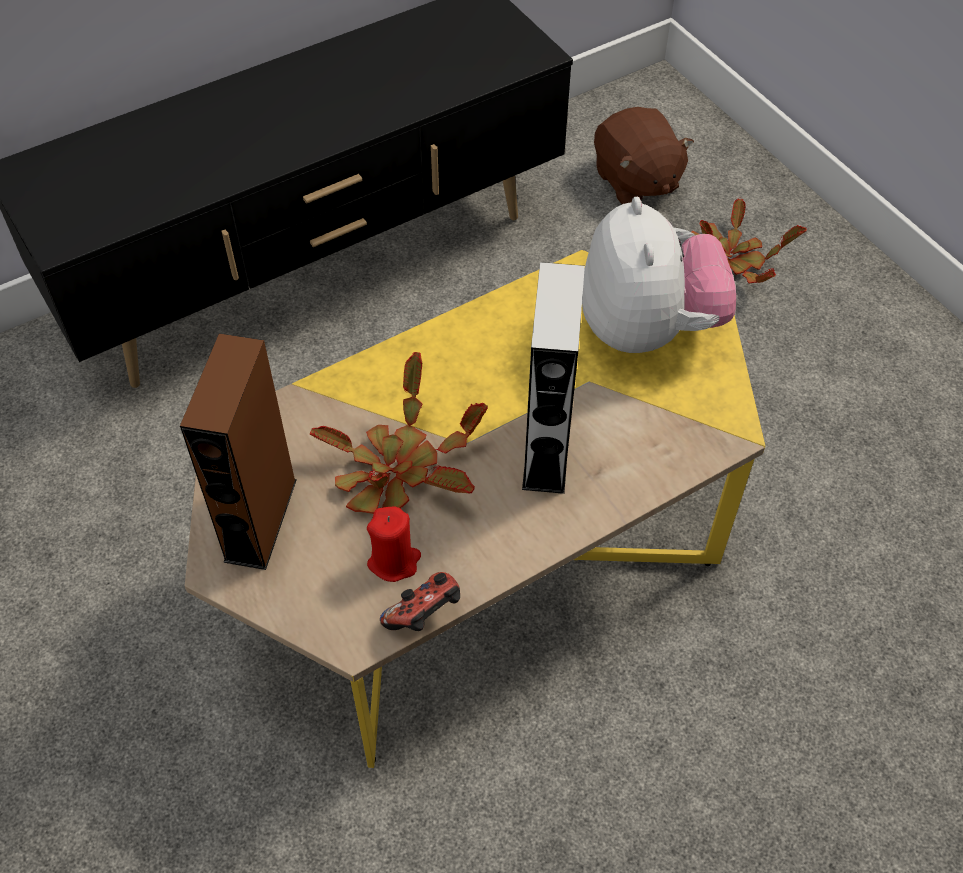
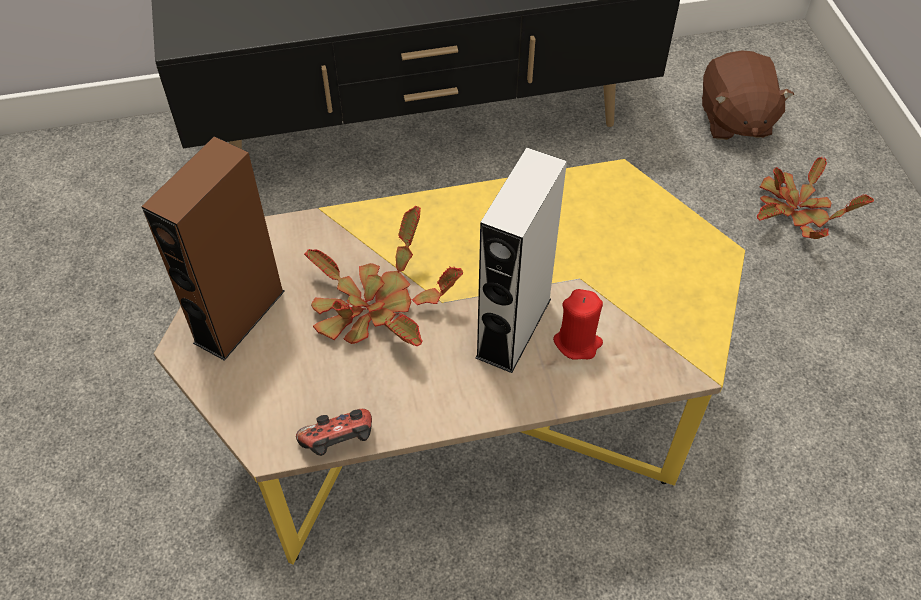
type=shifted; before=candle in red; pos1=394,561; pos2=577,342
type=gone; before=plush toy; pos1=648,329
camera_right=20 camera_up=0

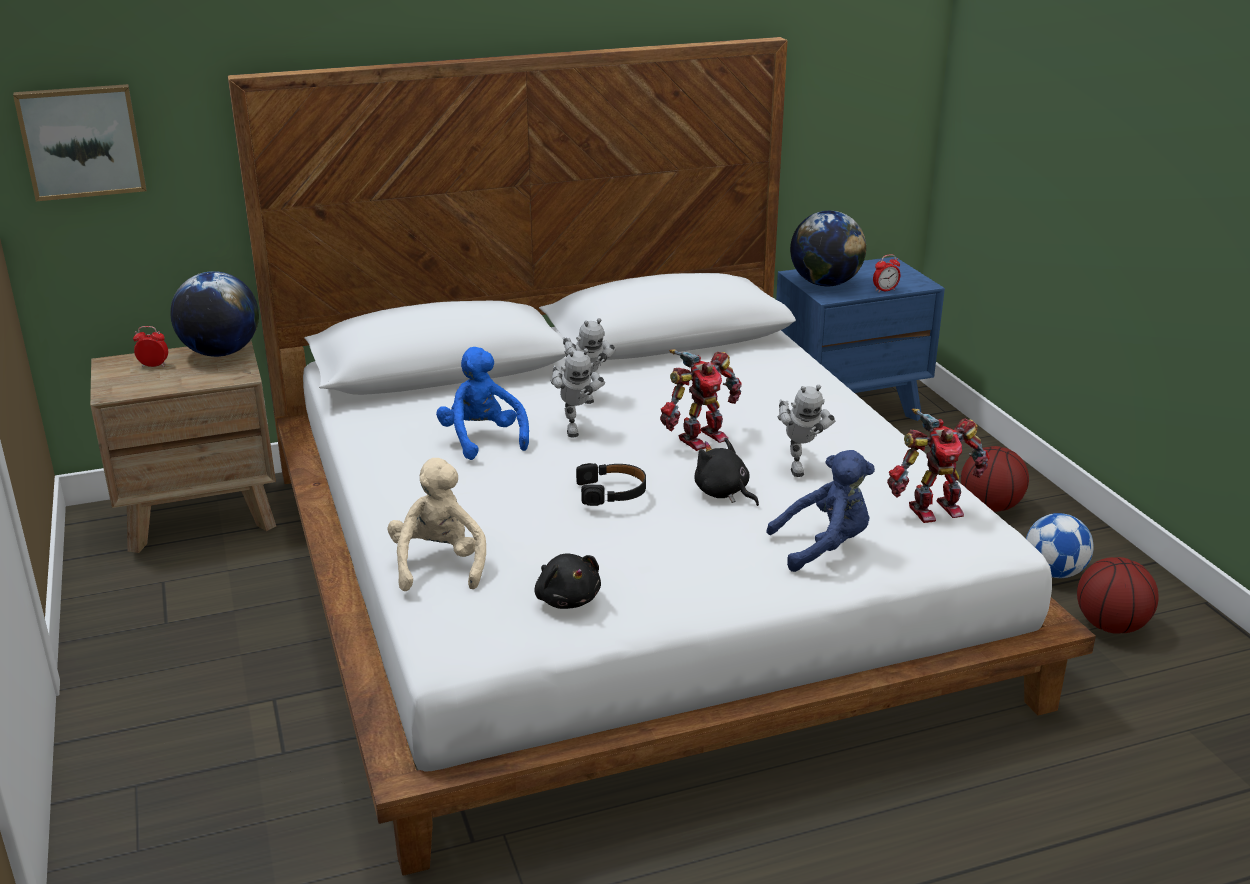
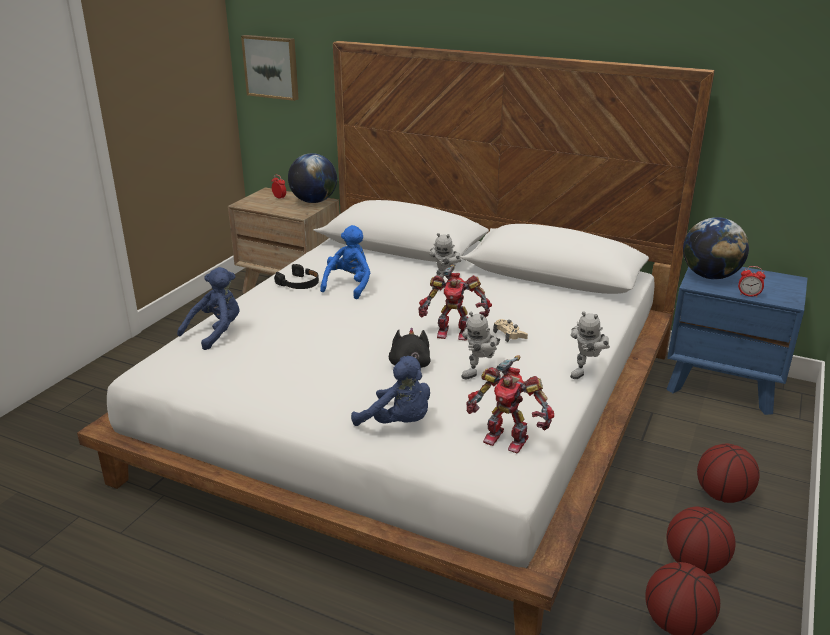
type=repainted; before=plush toy in beige; after=plush toy in blue; pos1=439,565; pos2=216,333
type=shifted; before=headphones in black; pos1=612,492; pos2=299,283
type=new; after=game controller in beige; pos2=509,334
type=shifted; before=toy robot; pos1=575,426; pos2=586,372
type=swapped; before=football; after=basketball; pos1=1054,572; pos2=695,563
type=gone; before=plush toy in black; pos1=567,599
camera_right=45 camera_up=0

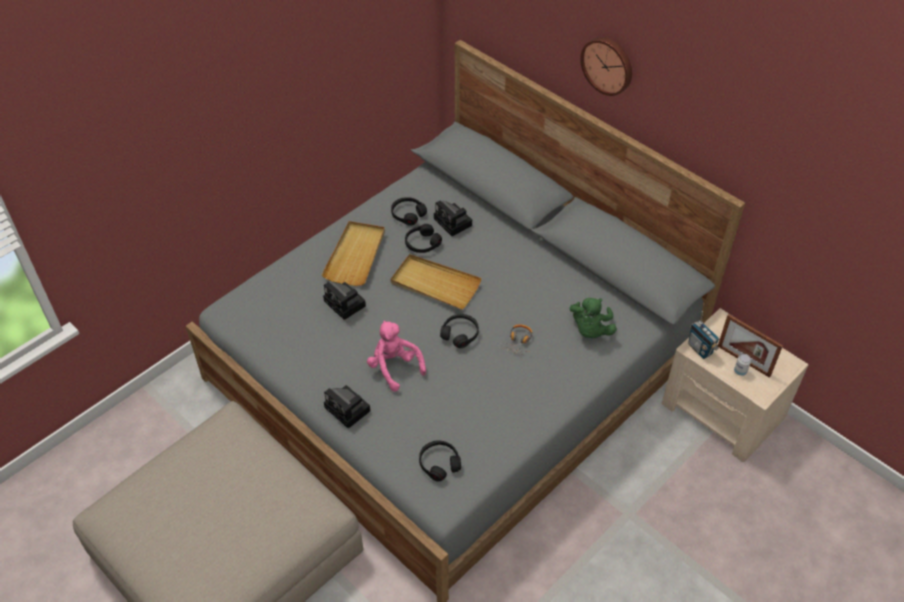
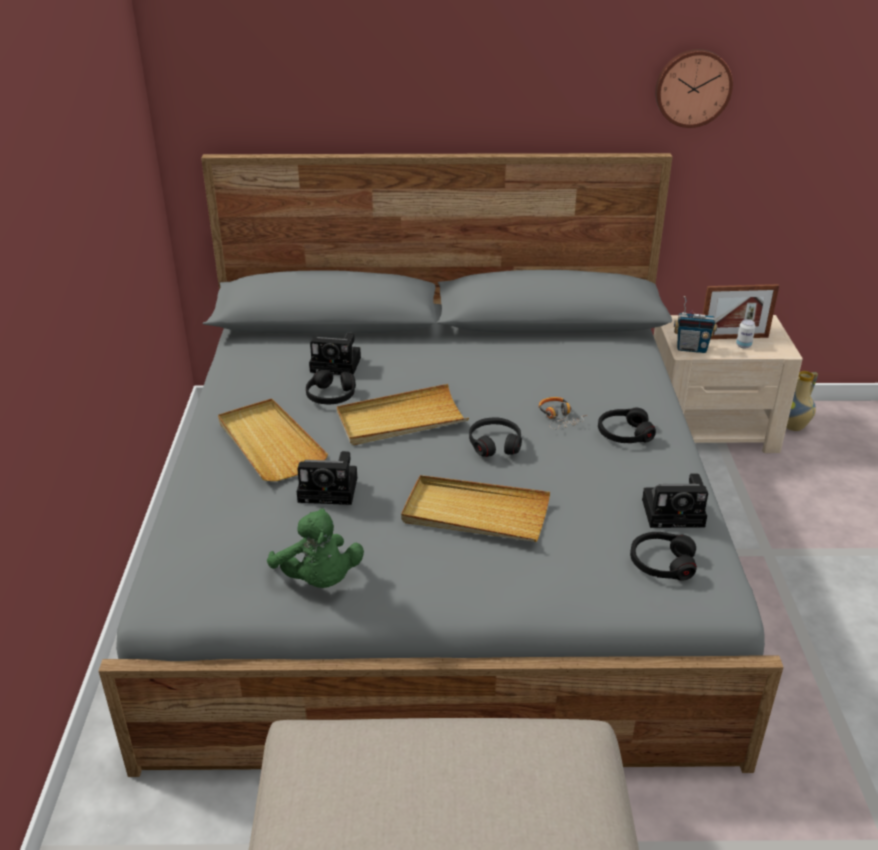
type=shifted; before=plush toy in green; pos1=590,330; pos2=318,580
type=swapped; before=plush toy in pink; after=tray in beige; pos1=394,367; pos2=475,513
type=shifted; before=headphones in black; pos1=408,214; pos2=624,434
type=shifted; before=photo camera; pos1=349,410; pos2=675,512
type=shifted; before=wall clock; pos1=608,65; pos2=692,87
type=new; after=vase; pos2=793,427
camera_right=-45 camera_up=-15

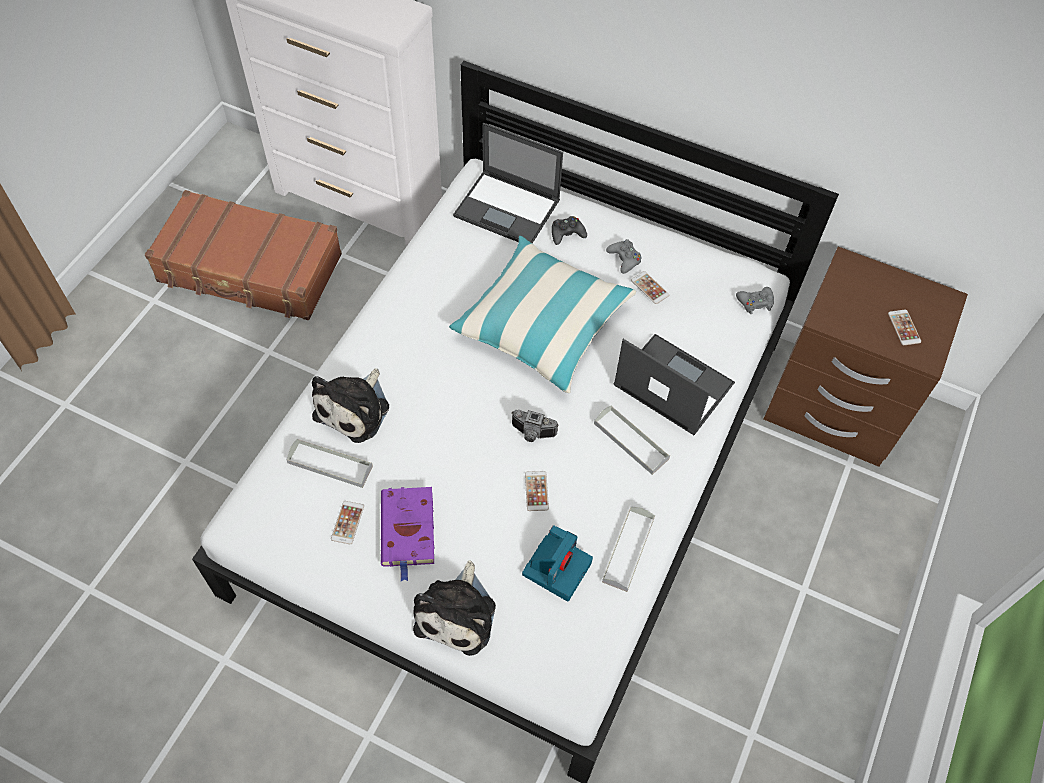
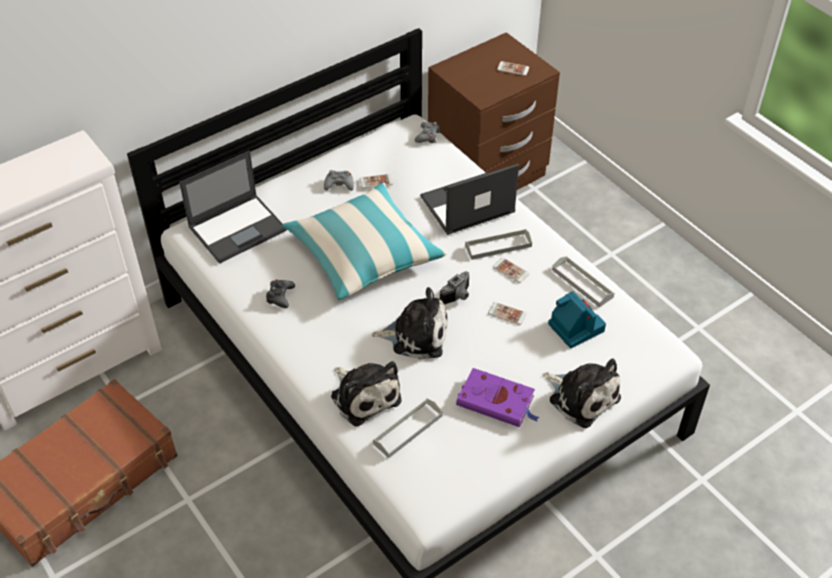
type=shifted; before=game controller in black; pos1=567,233; pos2=280,296
type=new; after=plush toy; pos2=416,335
type=shifted; before=phone; pos1=347,522; pos2=511,270
camera_right=-60 camera_up=-10

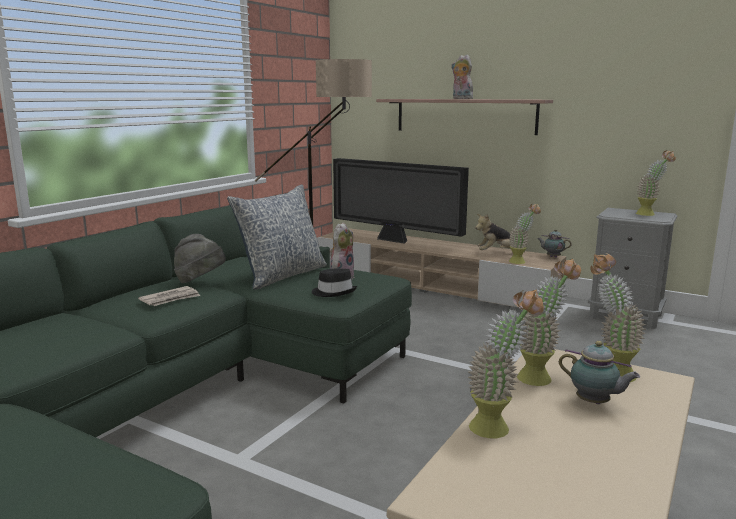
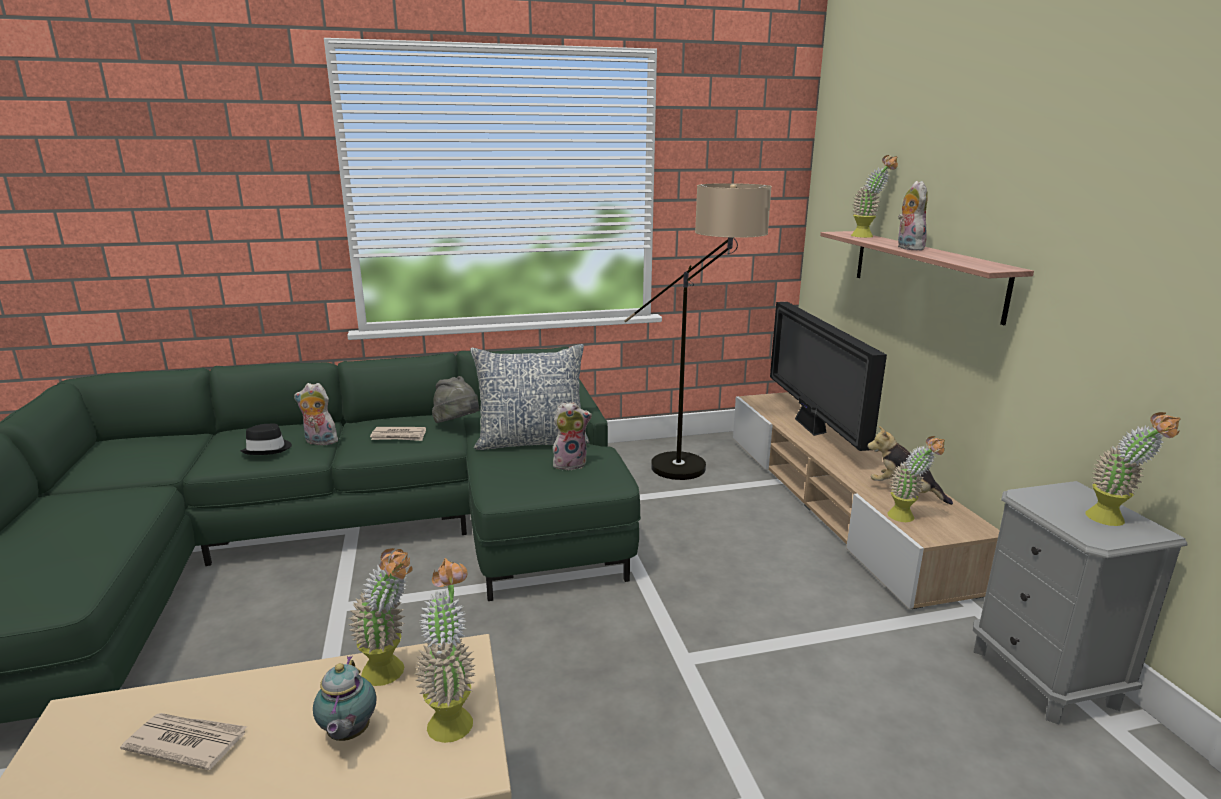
type=new; after=newspaper; pos2=186,742
type=shifted; before=hat in black; pos1=334,292; pos2=268,449
type=new; after=plush toy; pos2=319,442
type=shifted; before=potted plant; pos1=498,426; pos2=868,236
type=gone; before=teapot; pos1=552,257
camera_right=45 camera_up=5

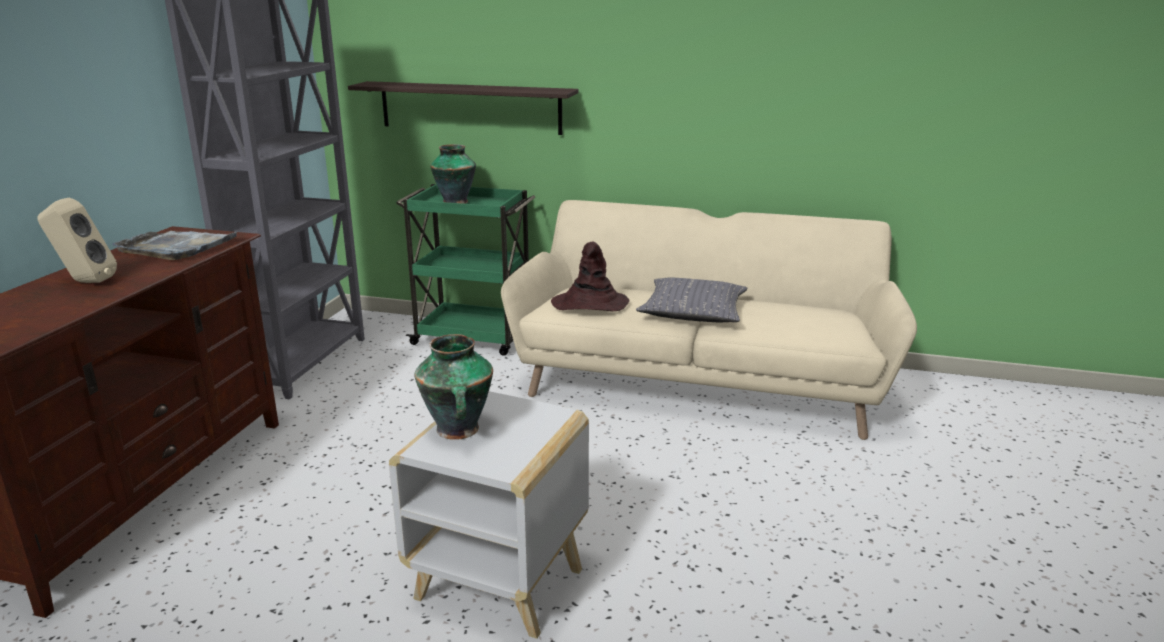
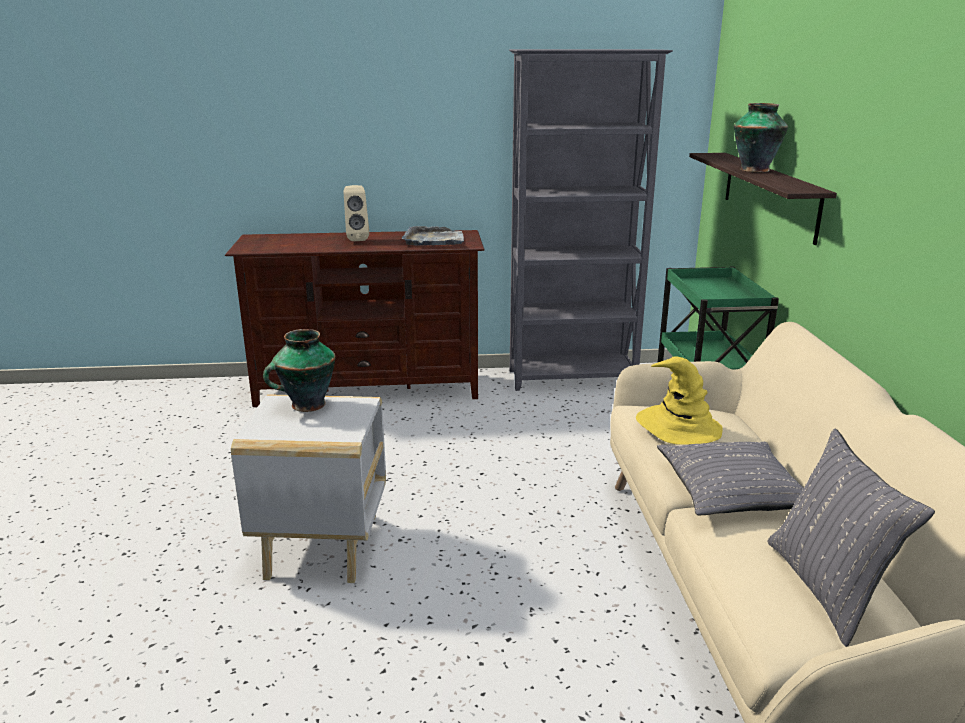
type=repainted; before=hat in brown; after=hat in yellow; pos1=590,304; pos2=677,427
type=shifted; before=vase; pos1=454,202; pos2=755,170
type=new; after=pillow in grey; pos2=827,588
camera_right=70 camera_up=0

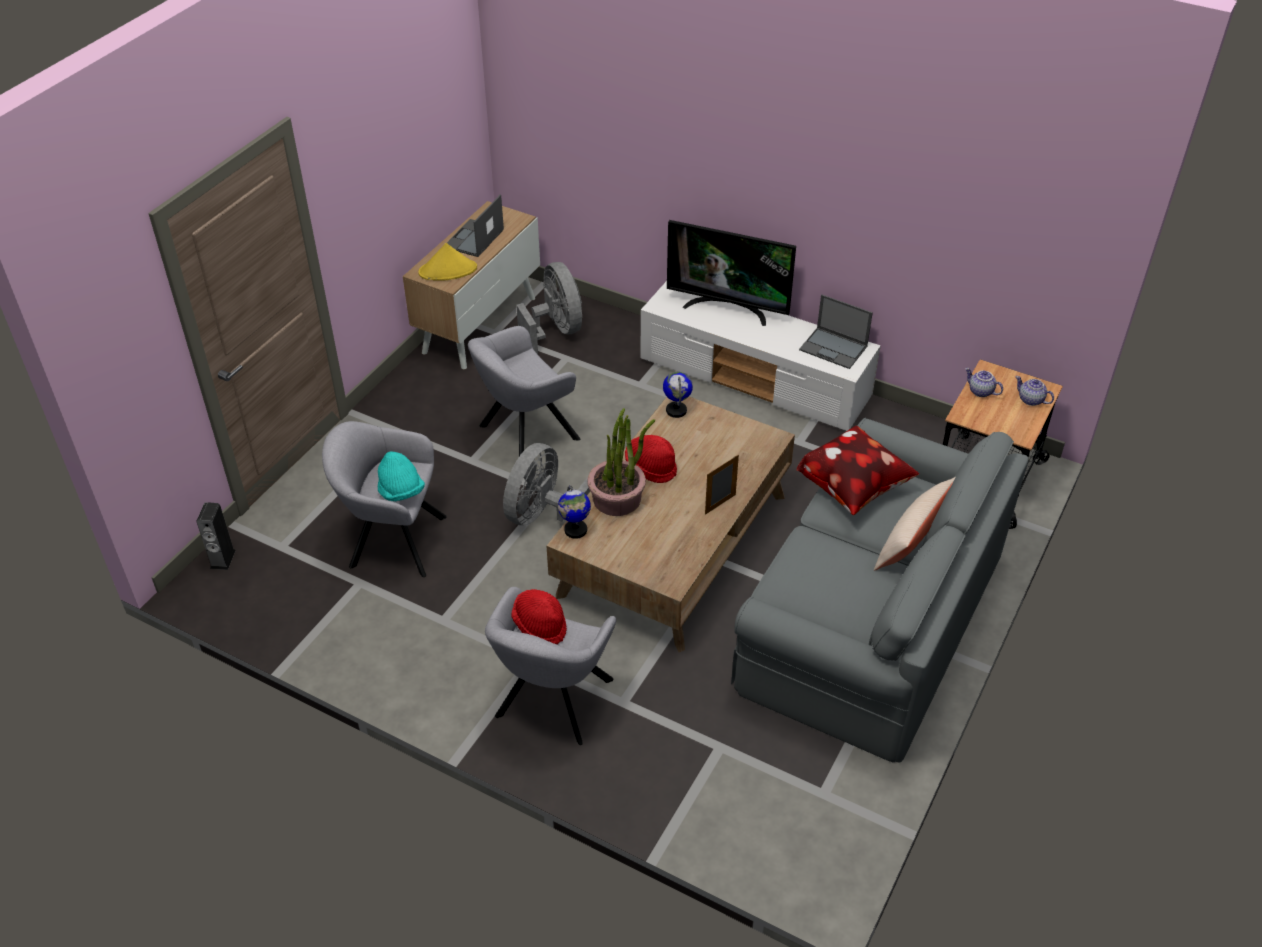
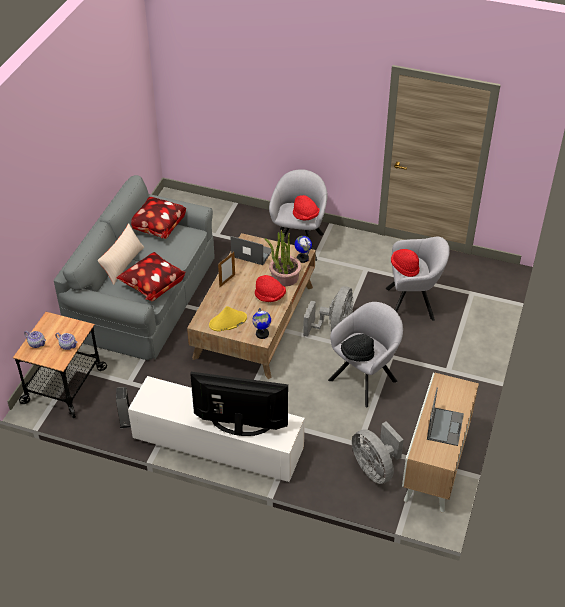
type=shifted; before=speaker; pos1=222,559; pos2=125,421
type=new; after=pillow; pos2=157,228
type=shifted; before=hat in yellow; pos1=448,270; pos2=228,321
type=shifted; before=laptop; pos1=834,348; pos2=251,253
type=new; after=hat in black; pos2=357,354
type=repainted; before=hat in turquoise; after=hat in red; pos1=401,491; pos2=405,267
camera_right=170 camera_up=0

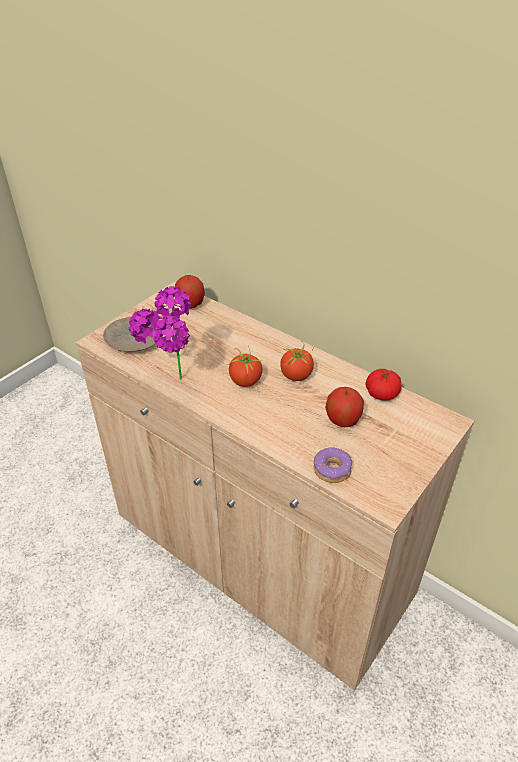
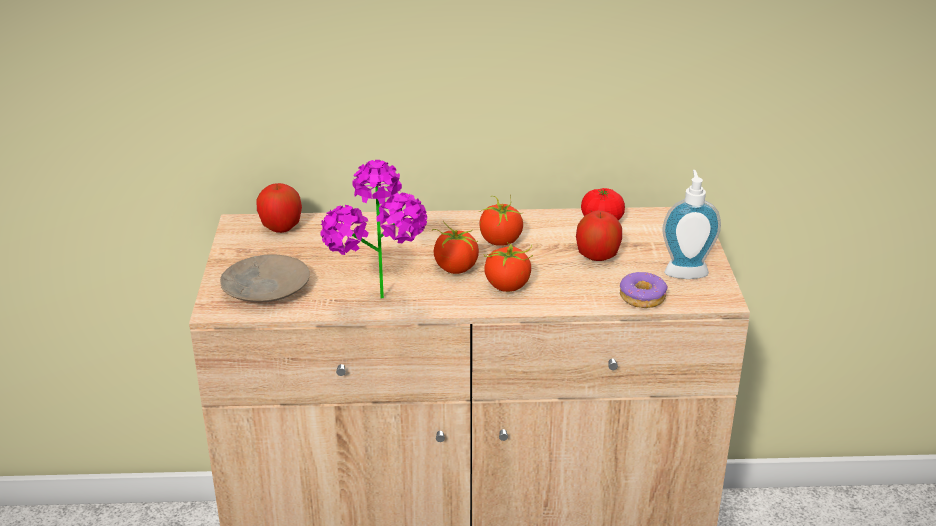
type=new; after=tomato; pos2=508,286
type=new; after=soap dispenser; pos2=685,270
camera_right=-40 camera_up=-10

